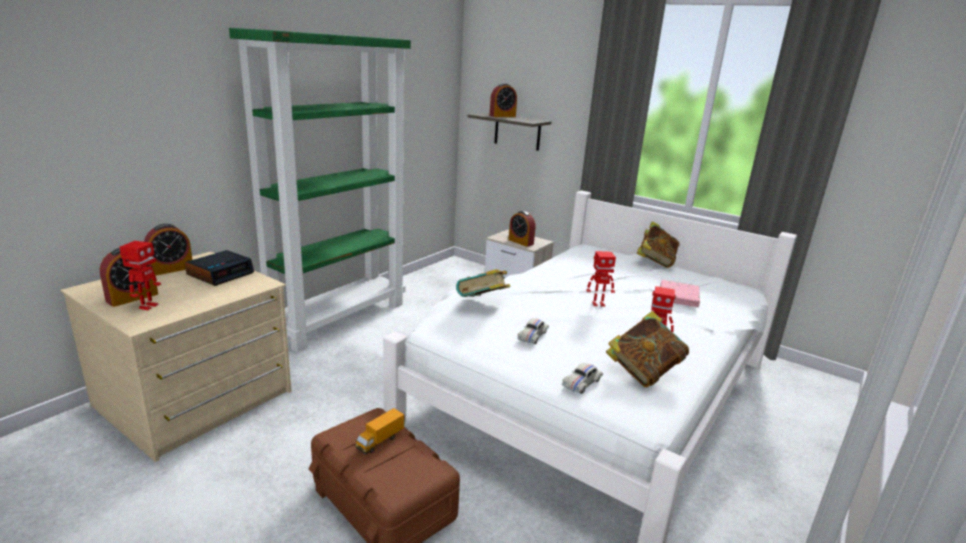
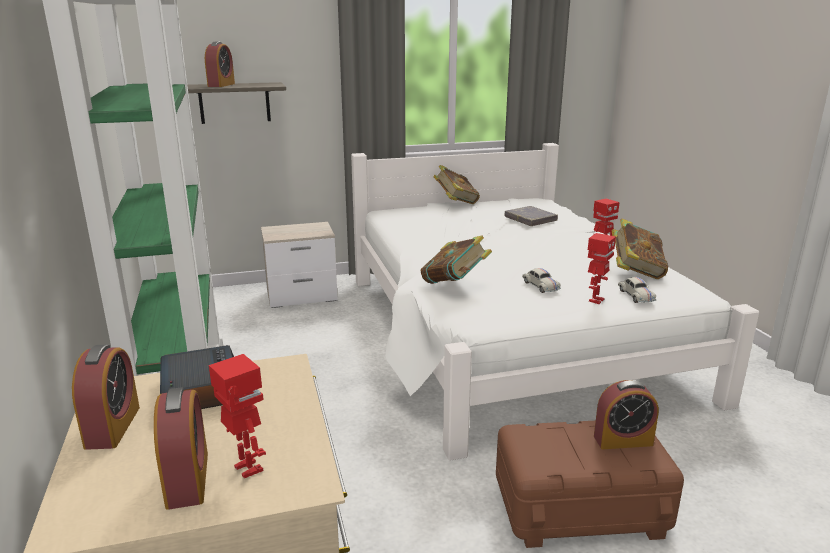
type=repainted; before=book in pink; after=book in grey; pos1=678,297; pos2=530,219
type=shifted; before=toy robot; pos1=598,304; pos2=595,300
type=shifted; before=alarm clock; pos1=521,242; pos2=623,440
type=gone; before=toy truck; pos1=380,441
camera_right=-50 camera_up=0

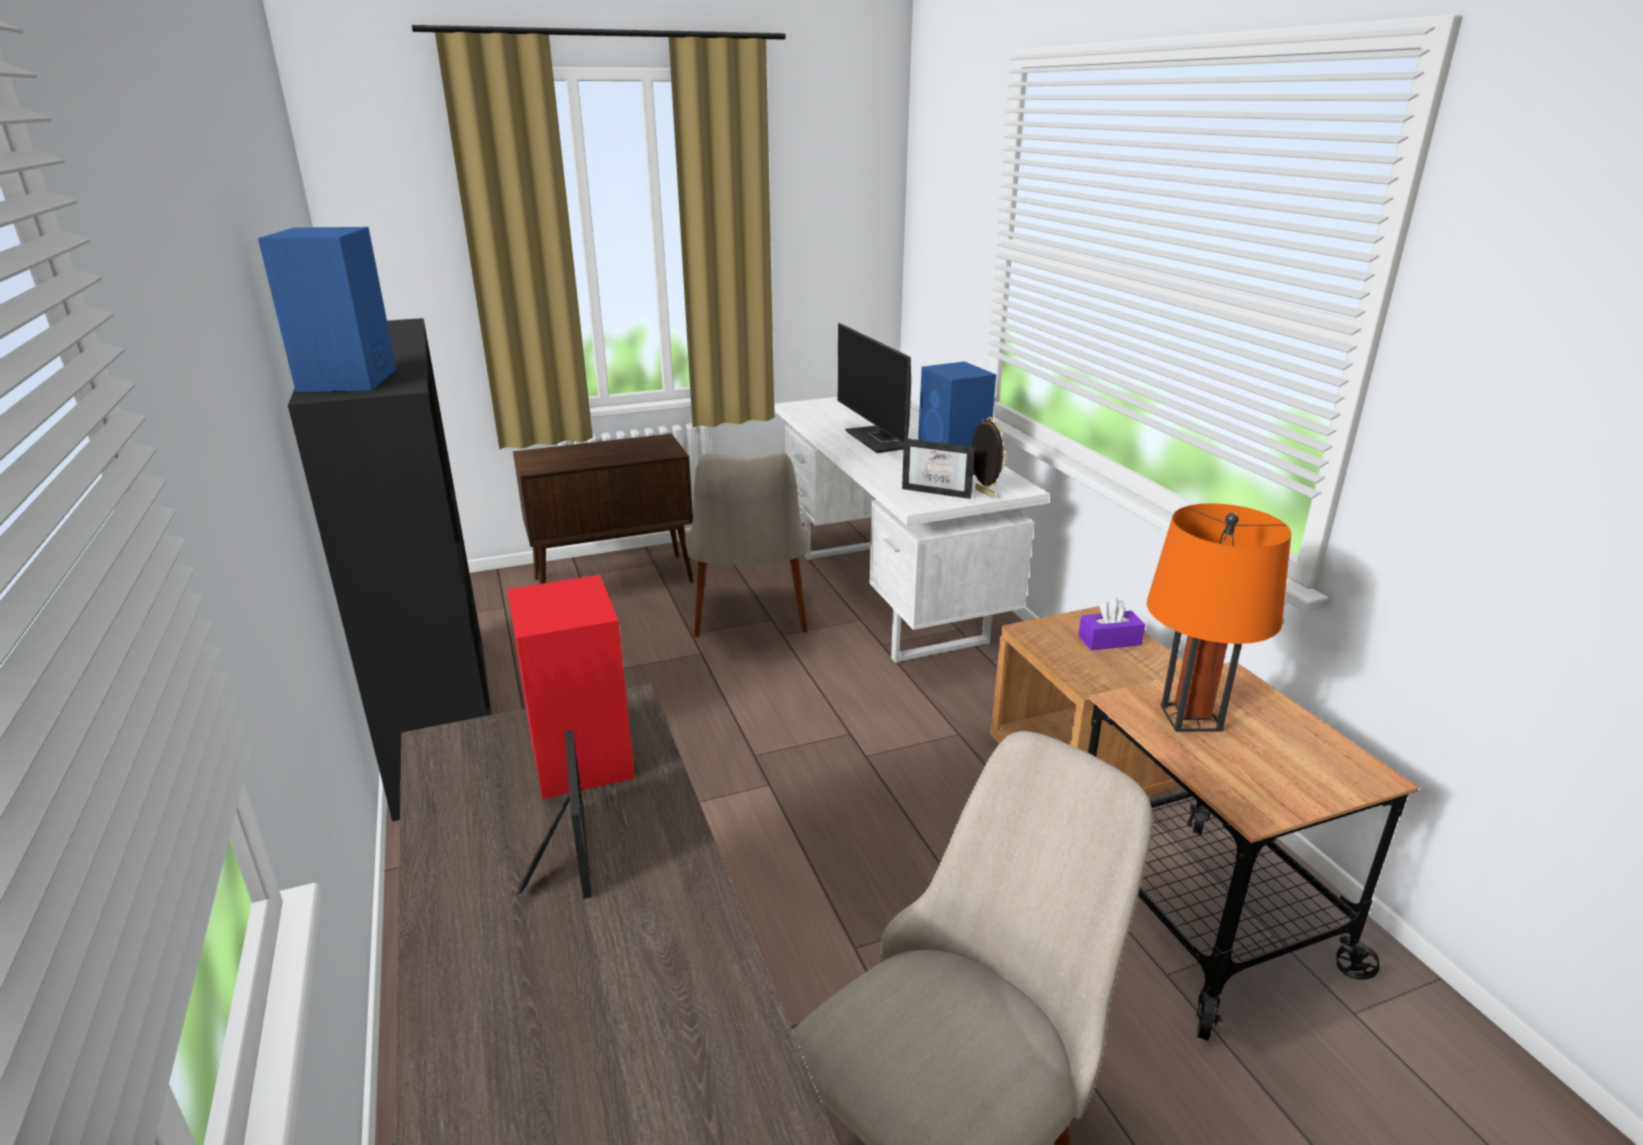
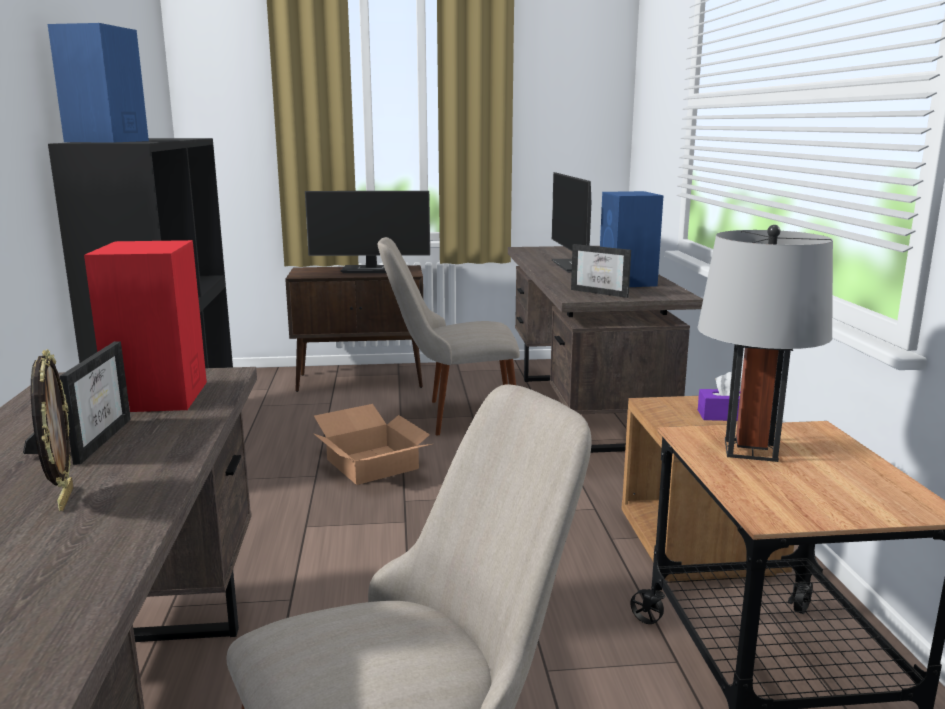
type=shifted; before=picture frame; pos1=983,493; pos2=63,499
type=new; after=monitor; pos2=372,270
type=new; after=cardboard box; pos2=370,464
type=rotated; before=chair in beige; pos1=750,623; pos2=453,416; turn=75
type=repainted; before=desk in white; after=desk in brown; pos1=891,596; pos2=584,411
type=repainted; before=table lamp in orange; after=table lamp in grey; pos1=1191,718; pos2=750,450
camera_right=15 camera_up=-10

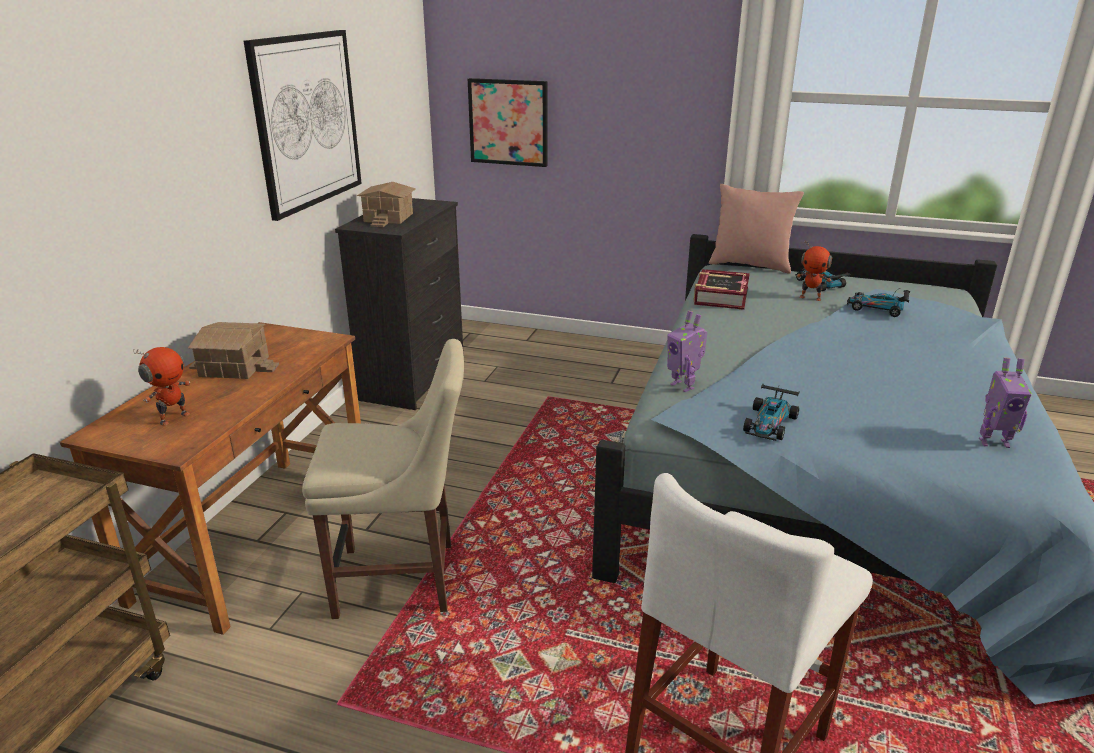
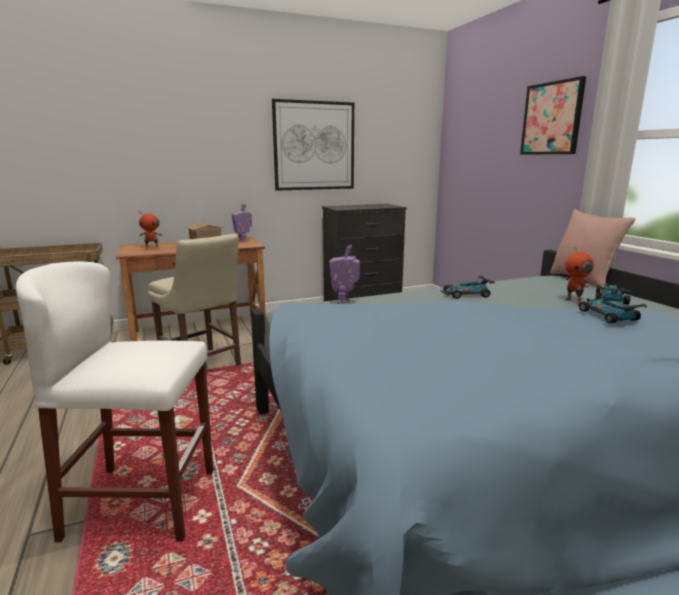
type=shifted; before=toy robot; pos1=993,442; pos2=243,241
type=shifted; before=toy car; pos1=769,423; pos2=466,294
type=shifted; before=picture; pos1=508,122; pos2=552,118
type=gone; before=toy house; pos1=387,217
type=gone; before=book; pos1=720,296
camera_right=50 camera_up=-10

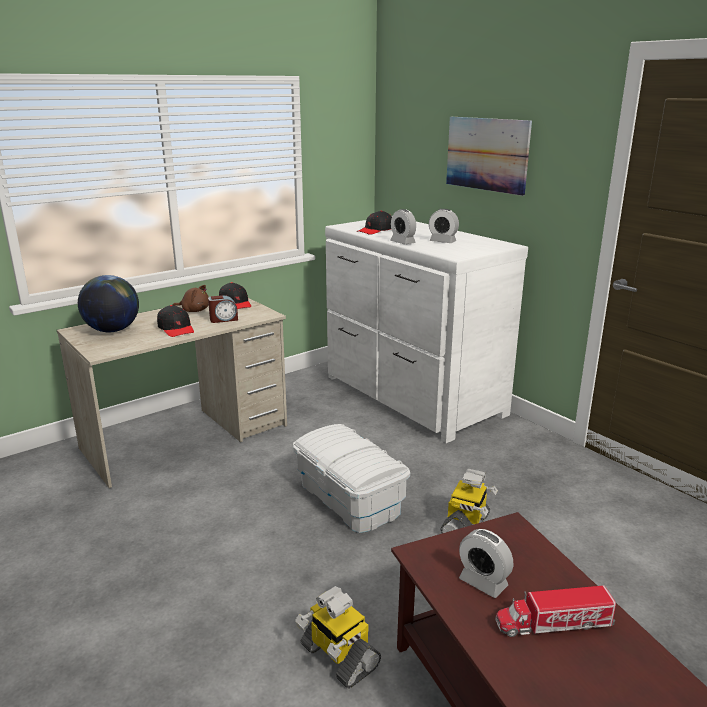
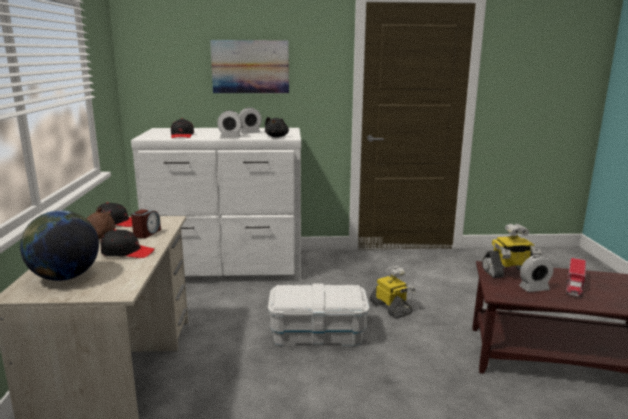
type=new; after=plush toy in black; pos2=277,137
type=shifted; before=toy robot; pos1=338,657; pos2=508,273
camera_right=-55 camera_up=-5

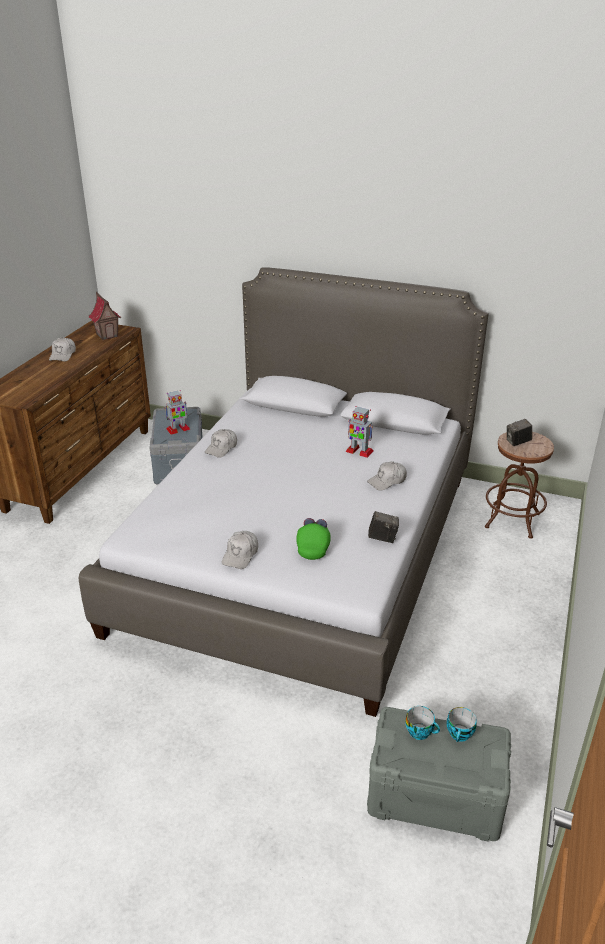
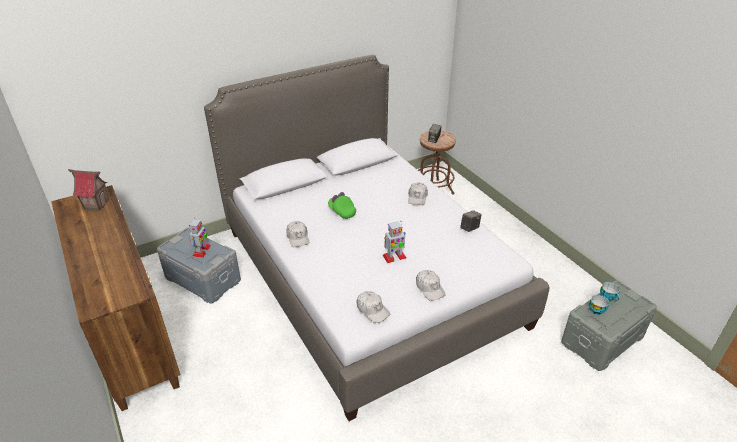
type=shifted; before=cap in green; pos1=313,547; pos2=342,211
type=shifted; before=cap in white; pos1=63,355; pos2=372,310
type=shifted; before=toy robot; pos1=359,451; pos2=394,257
camera_right=-50 camera_up=5

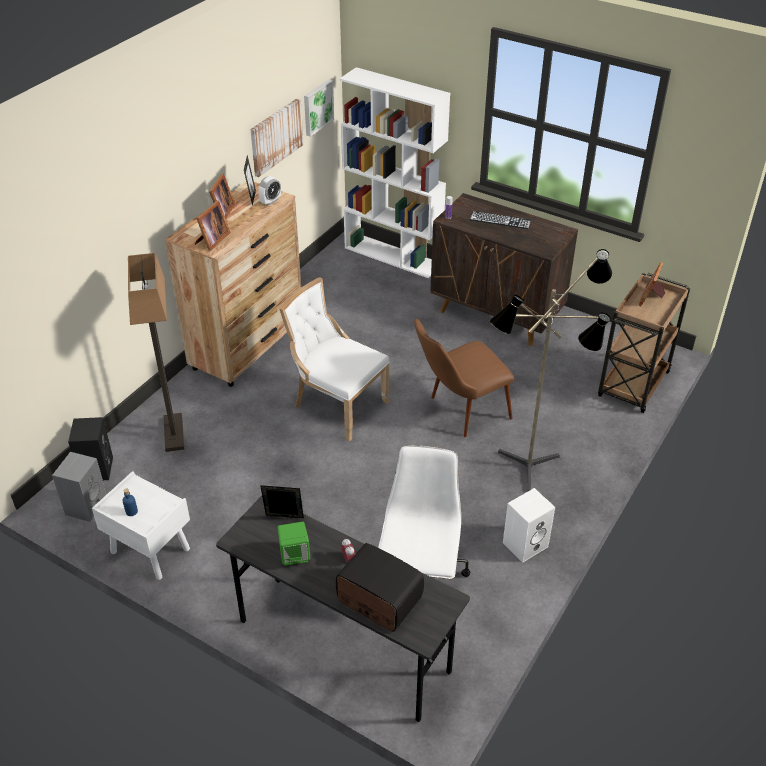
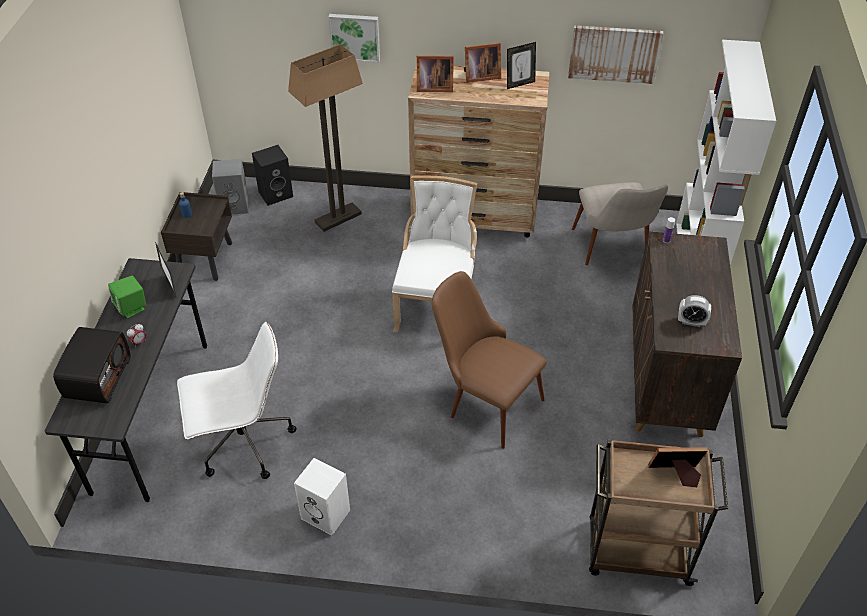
type=repainted; before=nightstand in white; after=nightstand in brown; pos1=149,550; pos2=205,259
type=shifted; before=picture; pos1=317,107; pos2=355,37
type=new; after=chair in beige; pos2=613,252
type=shifted; before=alarm clock; pos1=270,201; pos2=691,322
type=gone; before=keyboard; pos1=500,220
type=gone; before=floor lamp; pos1=533,471
camera_right=65 camera_up=5

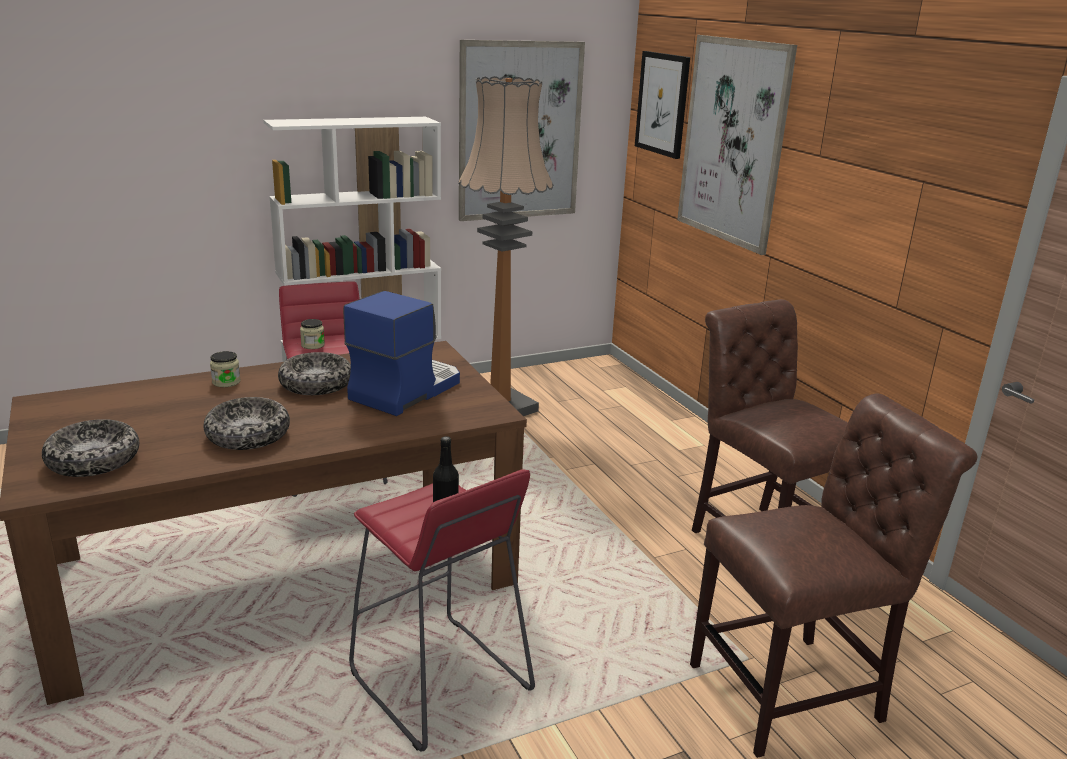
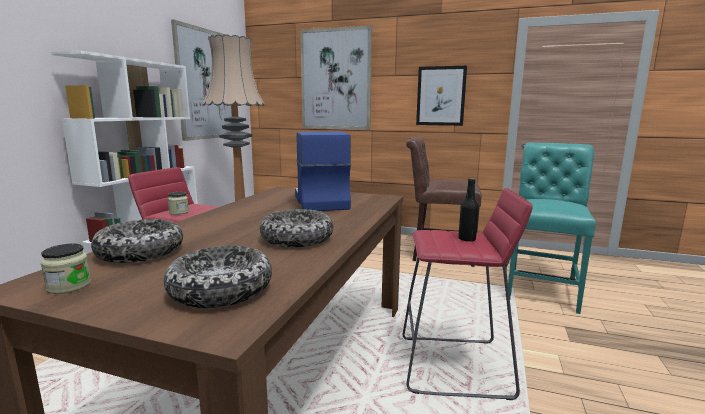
type=shifted; before=jar; pos1=226,382; pos2=69,286
type=shifted; before=bowl; pos1=316,384; pos2=140,252
type=shifted; before=picture; pos1=662,104; pos2=441,96
type=repainted; before=chair in brown; after=chair in turquoise; pos1=795,691; pos2=542,289
camera_right=-45 camera_up=-10

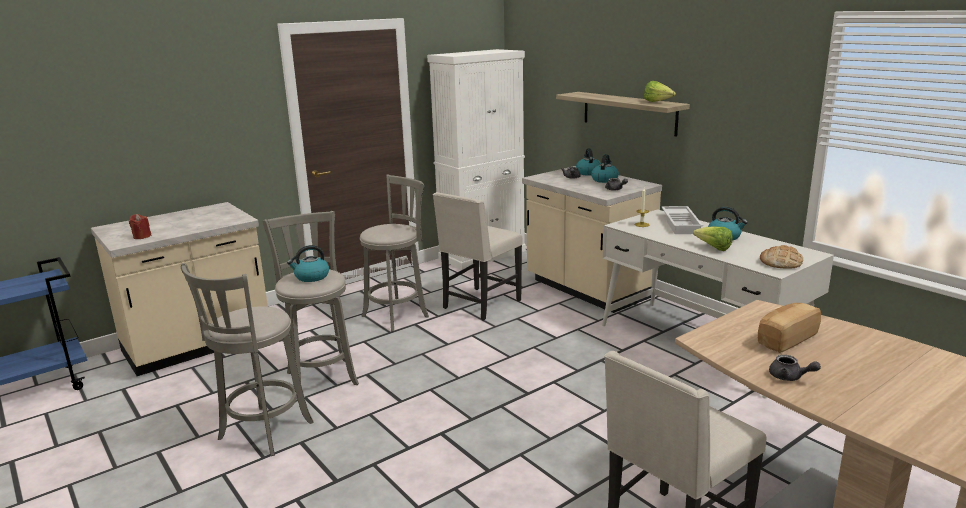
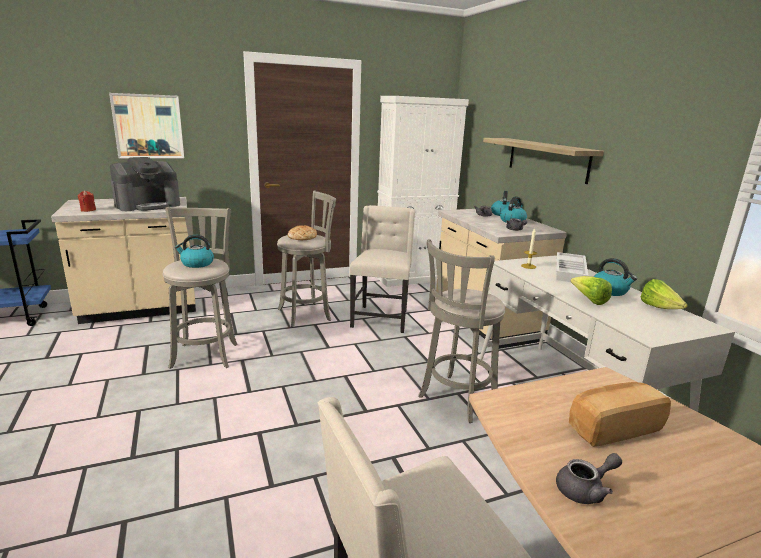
type=new; after=picture; pos2=148,126
type=new; after=coffee machine; pos2=148,205
type=shifted; before=bread; pos1=780,262; pos2=302,237
type=rotated; before=chair in beige; pos1=480,305; pos2=381,318; turn=135
type=shifted; before=stool in grey; pos1=262,433; pos2=456,400
type=rotated; before=teapot in grey; pos1=789,377; pos2=585,490; turn=-75
type=shifted; before=lettuce; pos1=658,102; pos2=659,308
camera_right=15 camera_up=0

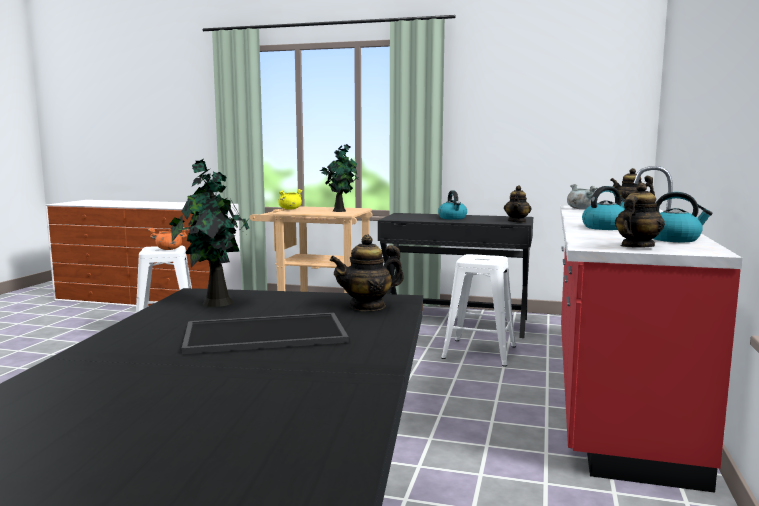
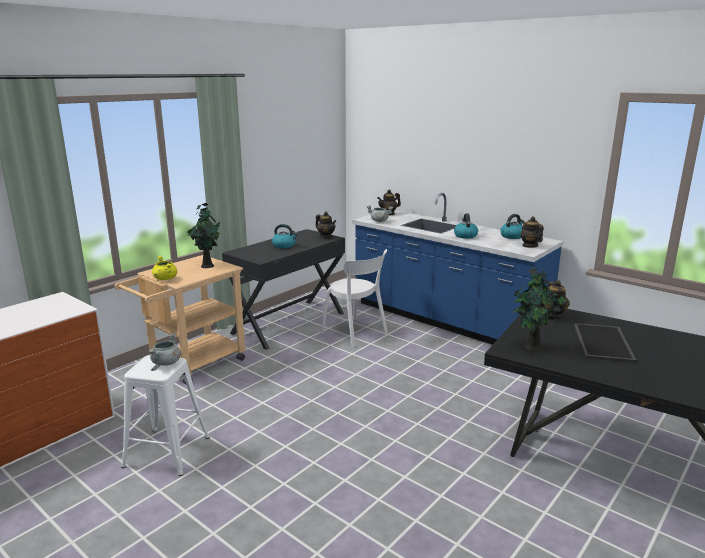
type=repainted; before=cooking pot in orange; after=cooking pot in grey; pos1=169,249; pos2=166,363
type=swapped; before=stool in white; after=chair in white; pos1=478,352; pos2=356,333
type=repainted; before=counter in red; after=counter in blue; pos1=612,393; pos2=445,321
camera_right=-65 camera_up=10

